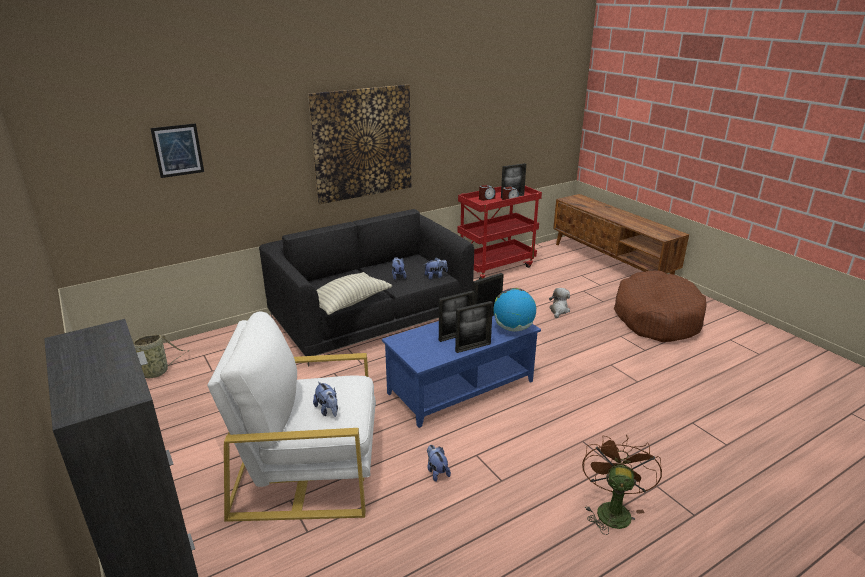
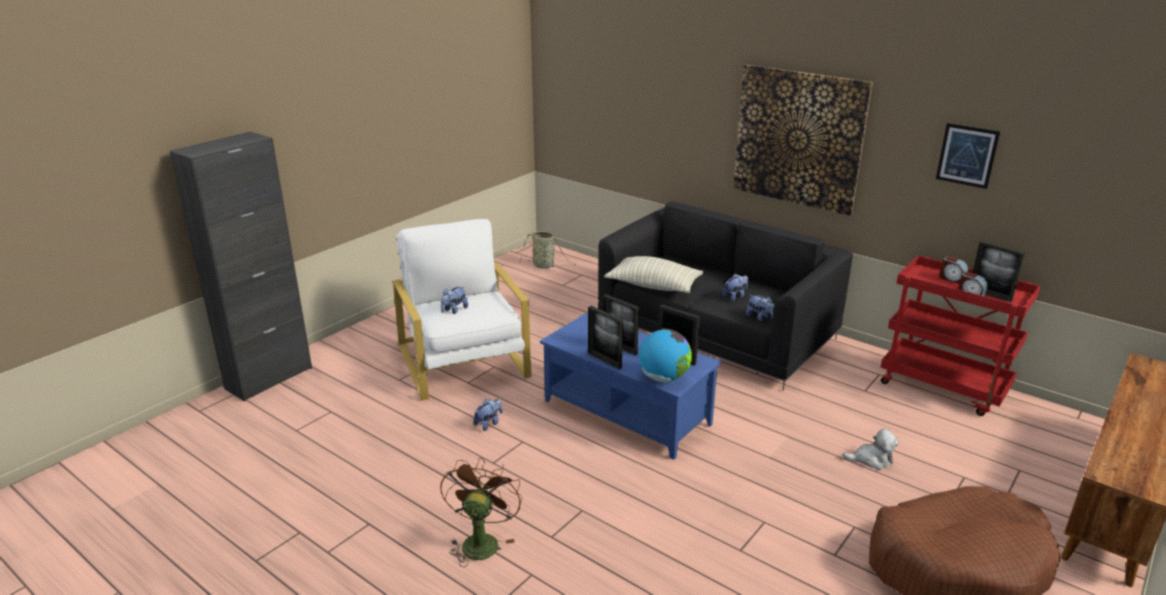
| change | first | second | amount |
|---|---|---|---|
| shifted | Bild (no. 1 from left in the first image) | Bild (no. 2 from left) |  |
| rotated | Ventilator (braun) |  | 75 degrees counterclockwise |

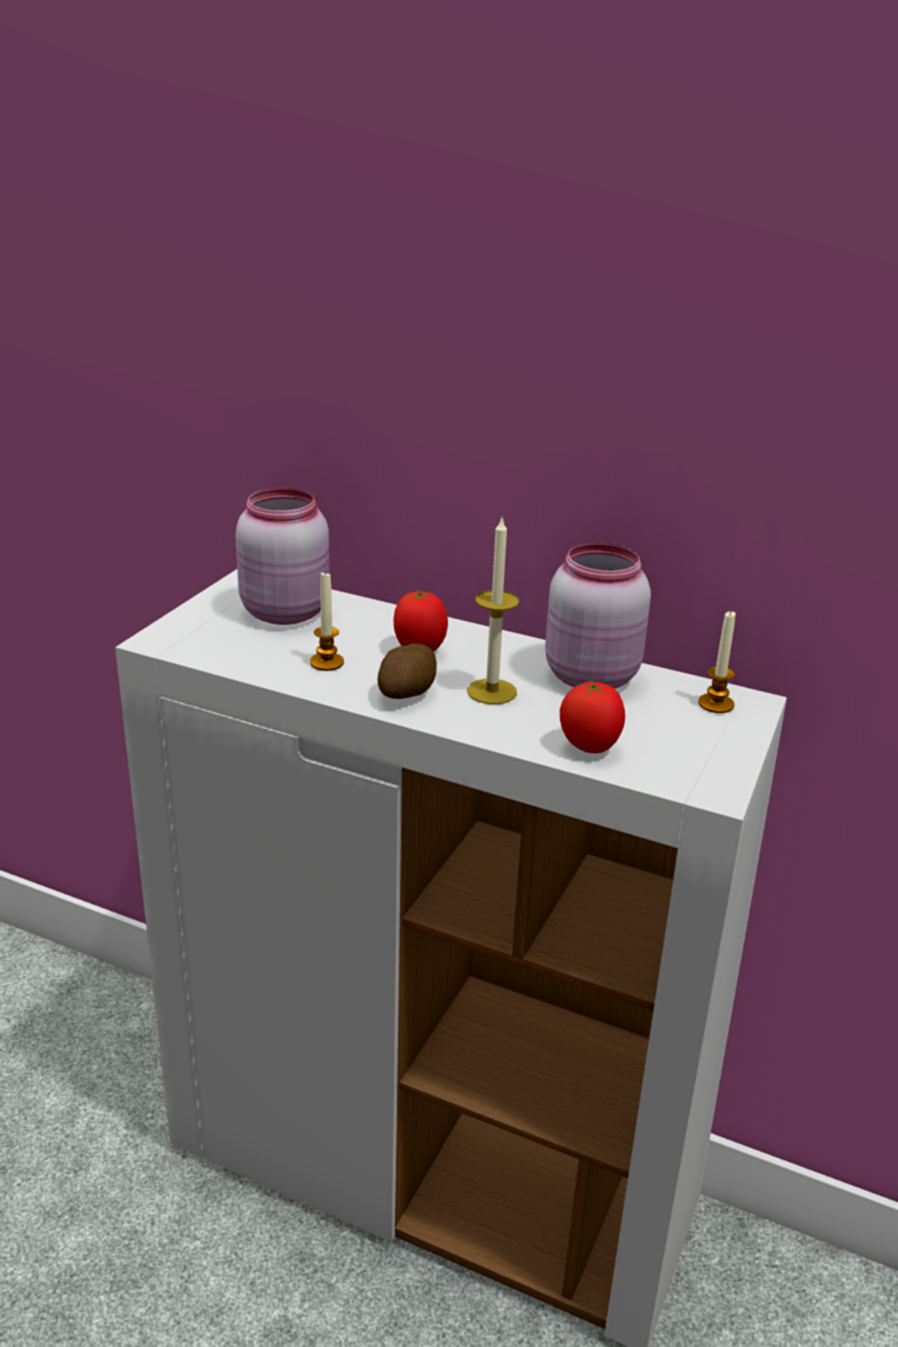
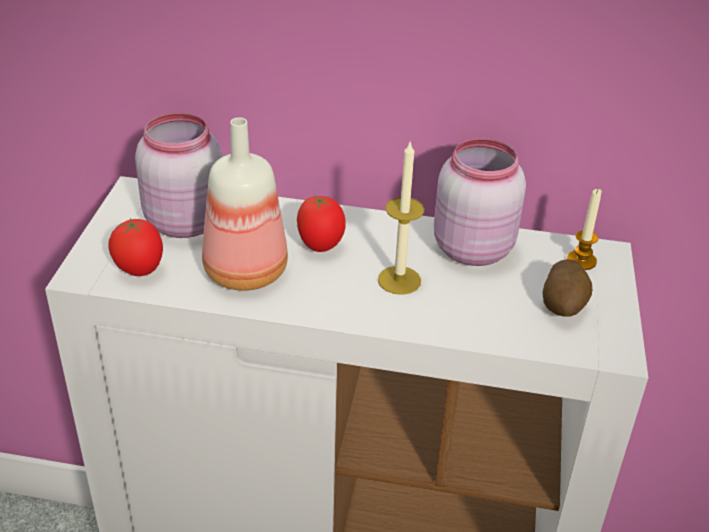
| change | first | second | amount |
|---|---|---|---|
| swapped | Kerze (no. 1 from left) | Flasche |  |
| shifted | Kartoffel |  |  |
| shifted | Tomate (no. 2 from left in the first image) | Tomate (no. 1 from left) |  |

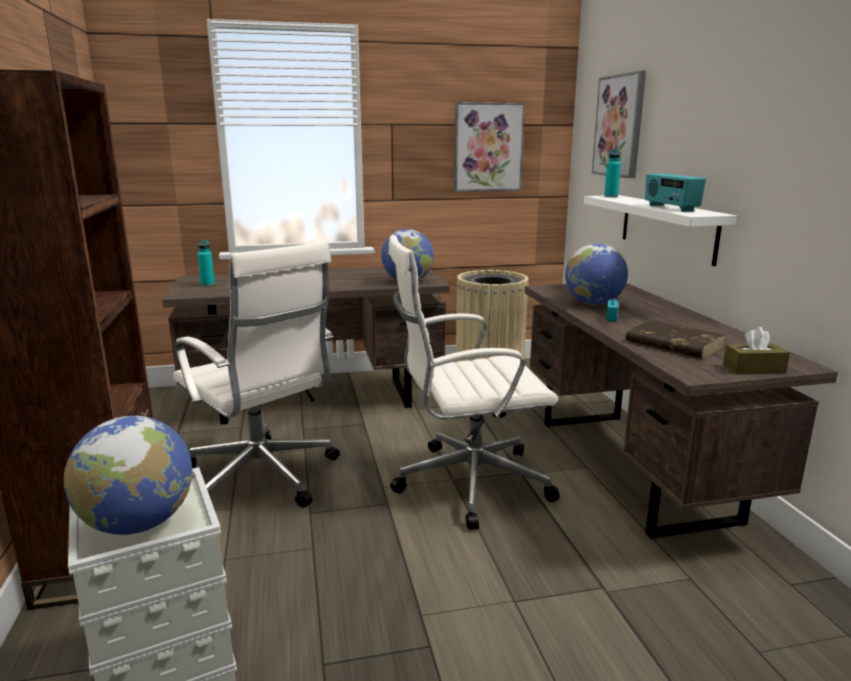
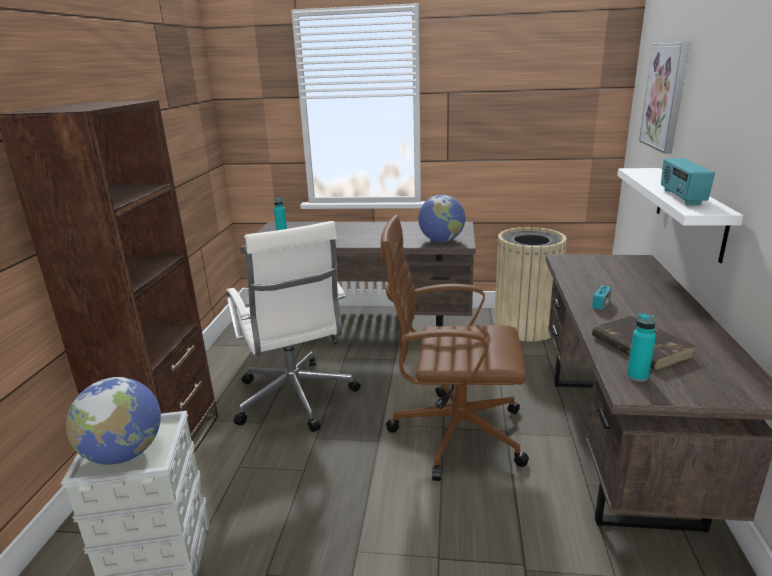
| change | first | second | amount |
|---|---|---|---|
| gone | Bild (no. 1 from left) |  |  |
| shifted | Flasche (türkis) (no. 2 from left) |  |  |
| repainted | Bürostuhl (weiß) (no. 2 from left) | Bürostuhl (braun) |  |
| gone | Globus (no. 3 from left) |  |  |
| gone | Taschentuchbox (braun) |  |  |

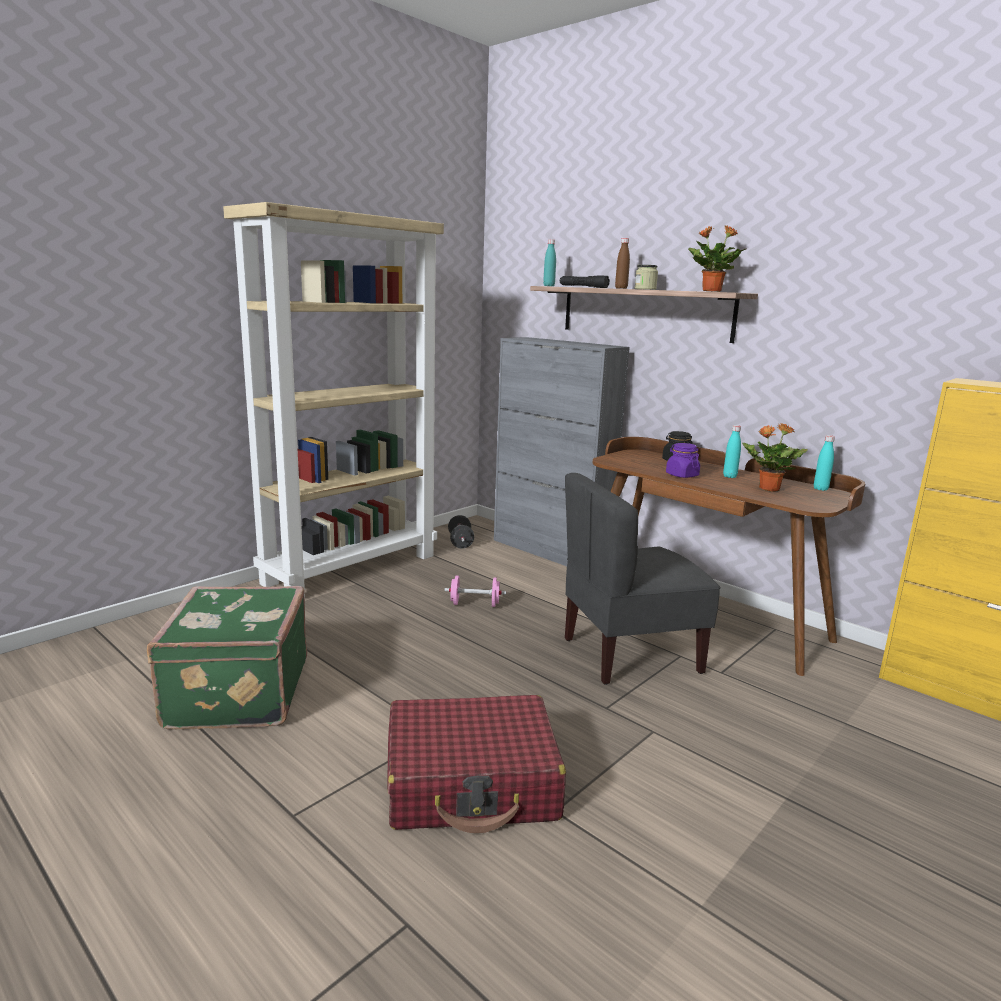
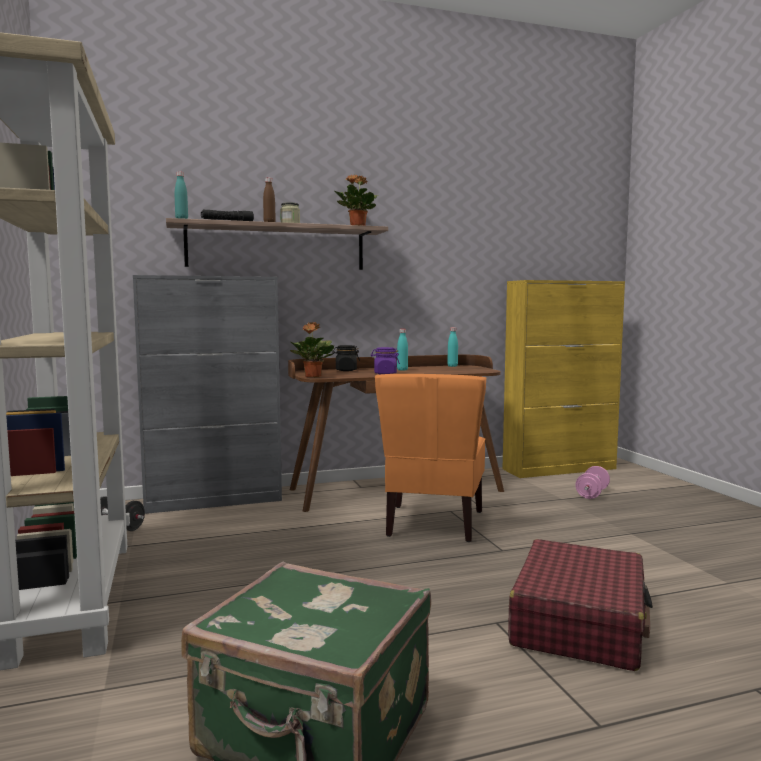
| change | first | second | amount |
|---|---|---|---|
| shifted | Topfpflanze (no. 2 from left in the first image) | Topfpflanze (no. 1 from left) |  |
| repainted | Stuhl (grau) | Stuhl (orange) |  |
| shifted | Hantel (rosa) |  |  |

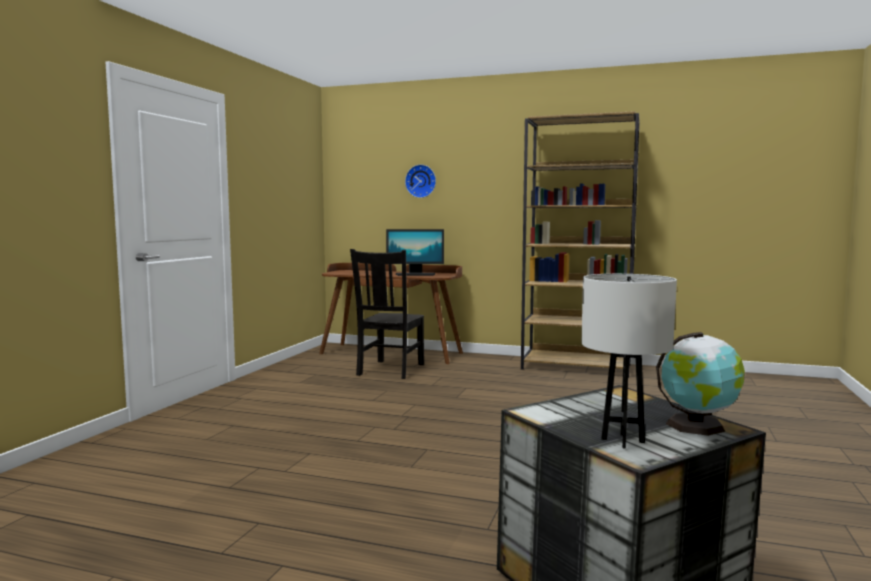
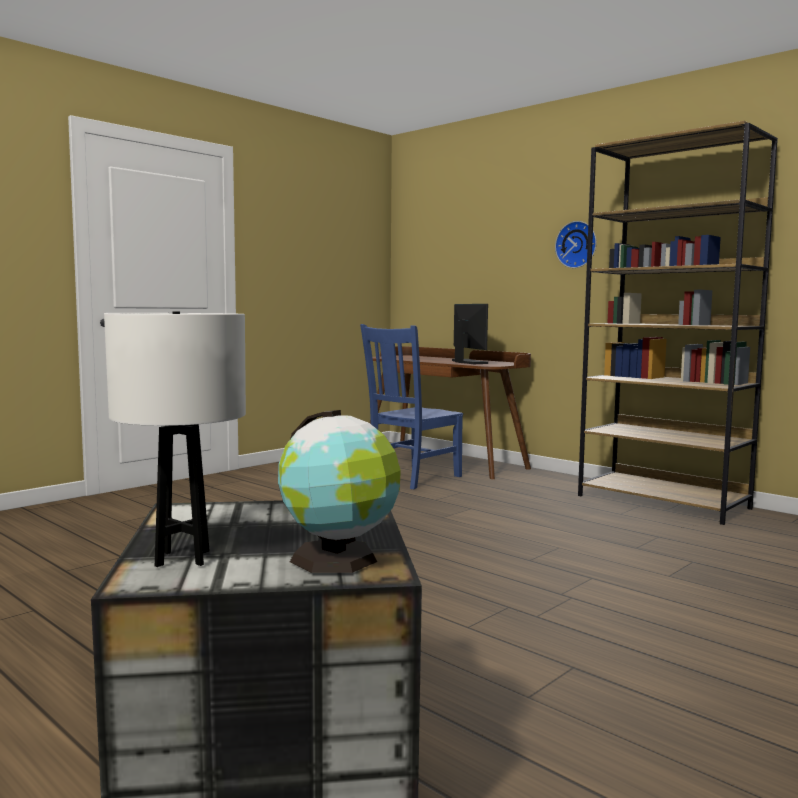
| change | first | second | amount |
|---|---|---|---|
| shifted | Wanduhr |  |  |
| rotated | Monitor |  | 135 degrees counterclockwise |
| repainted | Stuhl (schwarz) | Stuhl (blau) |  |

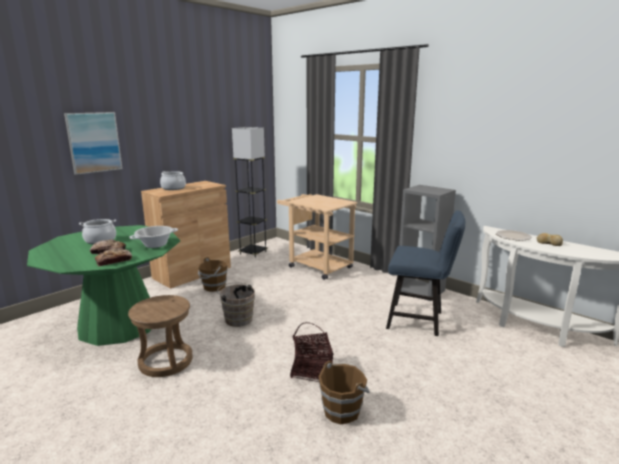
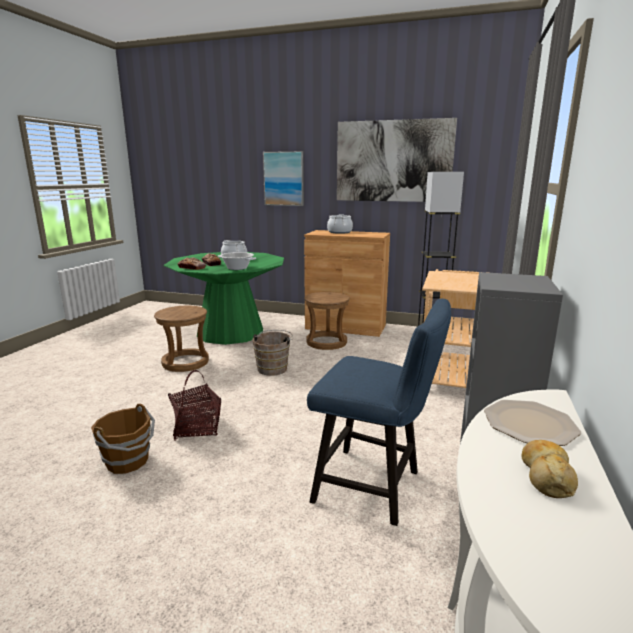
| change | first | second | amount |
|---|---|---|---|
| rotated | Stuhl (blau) |  | 60 degrees counterclockwise |
| swapped | Eimer (braun) (no. 1 from left) | Hocker (braun) (no. 2 from left) |  |
| new |  | Bild (no. 2 from left) |  |

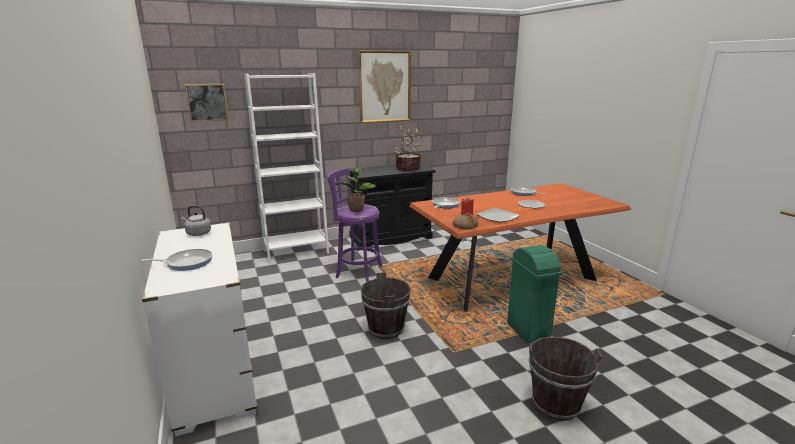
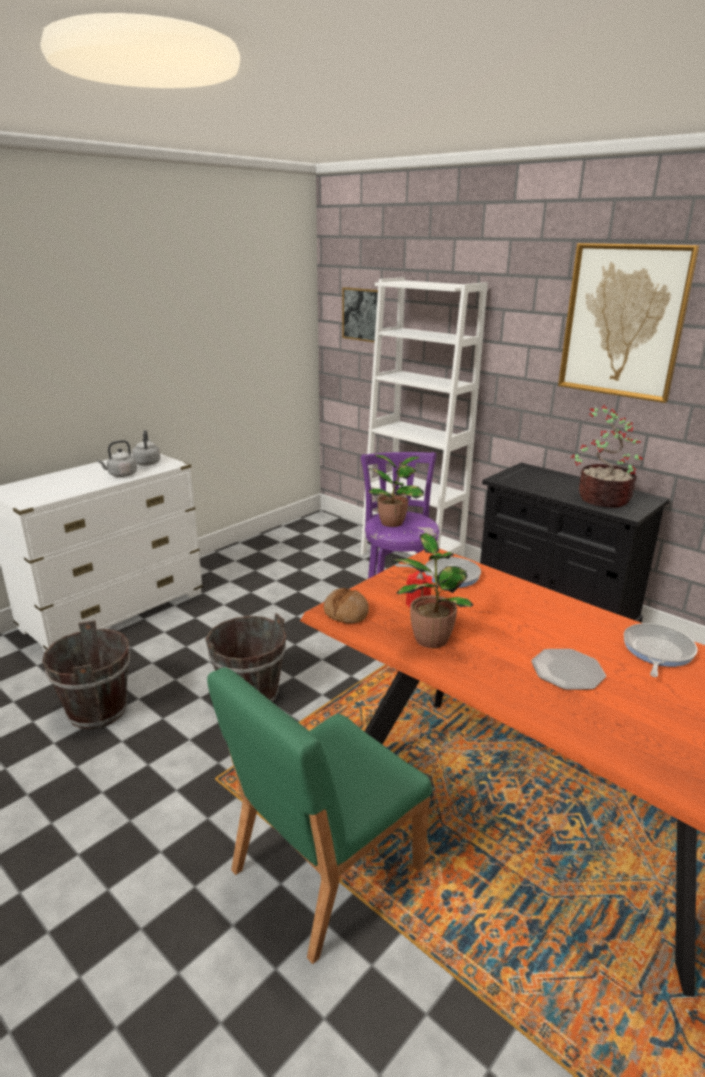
| change | first | second | amount |
|---|---|---|---|
| swapped | Teller (no. 1 from left) | Topfpflanze (no. 2 from left) |  |
| swapped | Mülleimer (grün) | Stuhl (grün) |  |
| gone | Pfanne (no. 1 from left) |  |  |
| shifted | Eimer (braun) (no. 2 from left in the first image) | Eimer (braun) (no. 1 from left) |  |
| new |  | Wasserkessel (grau) (no. 1 from left) |  |

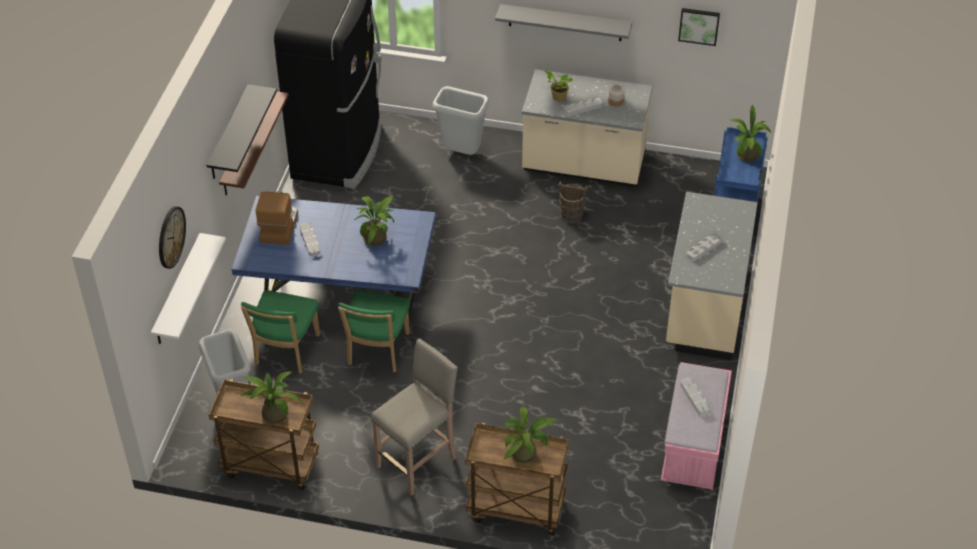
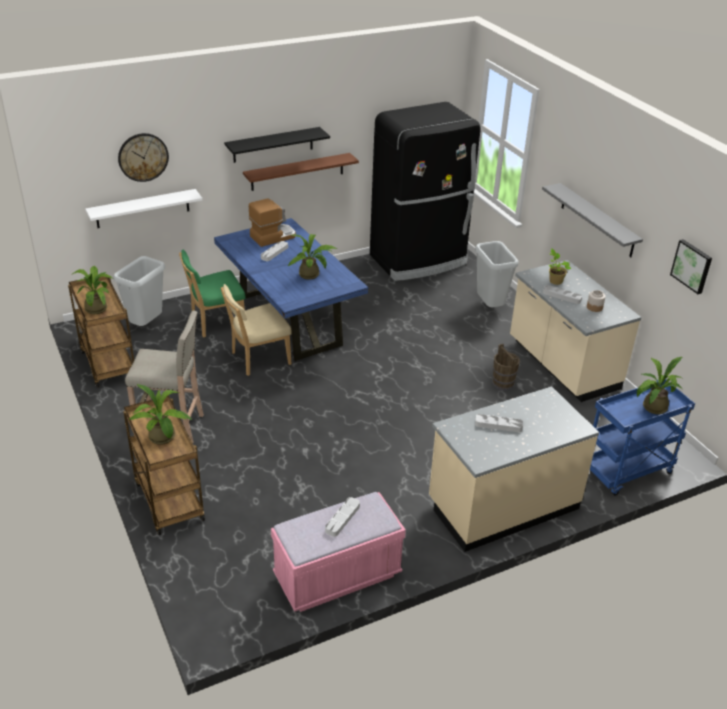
| change | first | second | amount |
|---|---|---|---|
| repainted | Stuhl (grün) (no. 2 from left) | Stuhl (beige) |  |

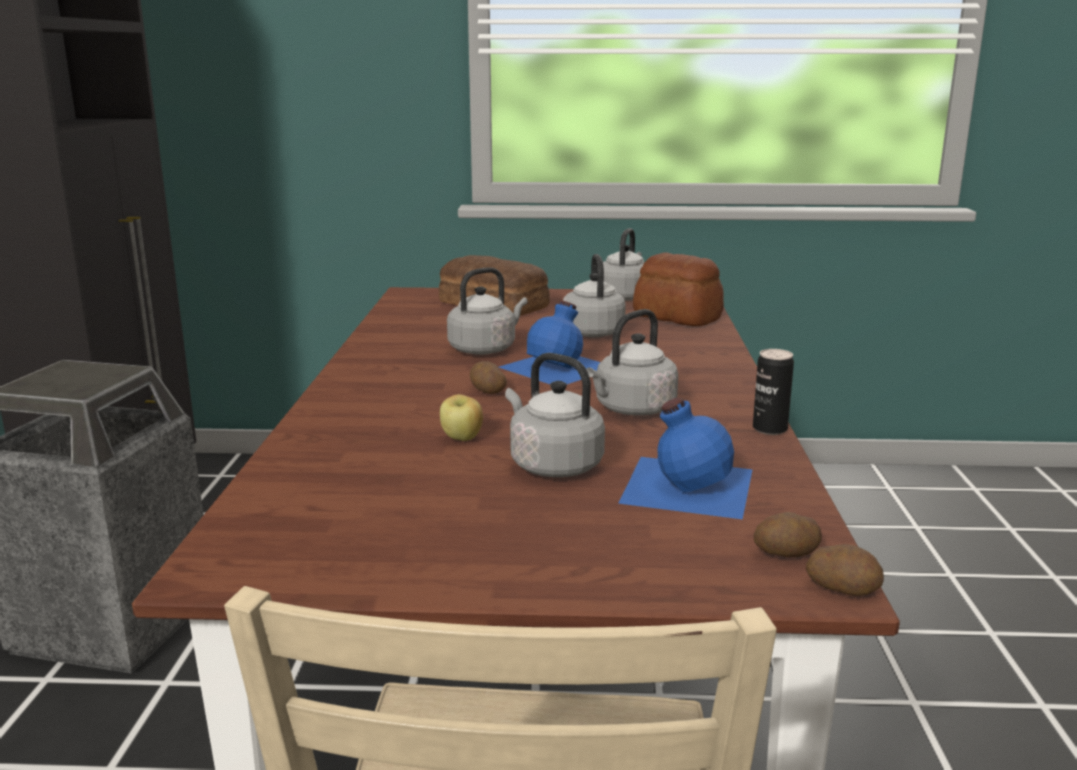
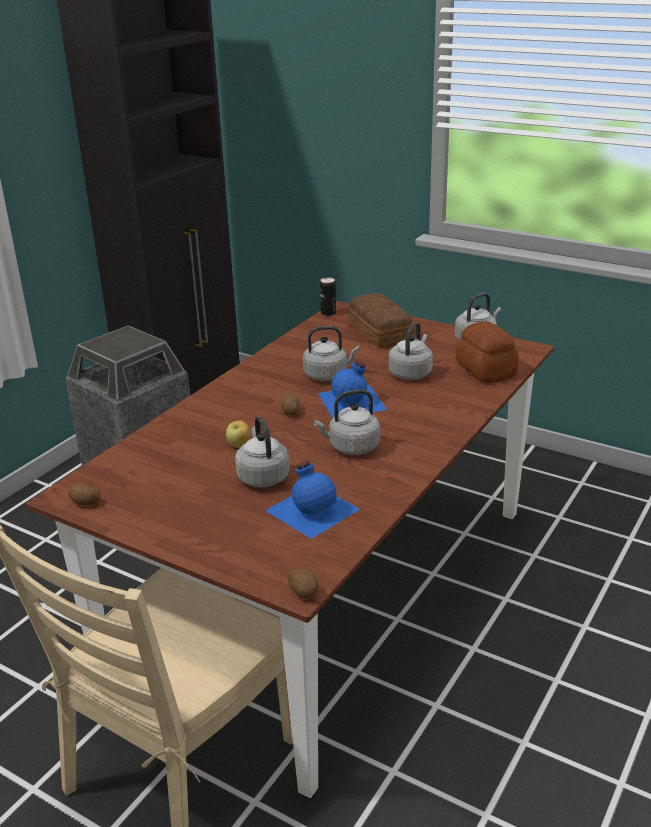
| change | first | second | amount |
|---|---|---|---|
| shifted | Dose |  |  |
| shifted | Kartoffel (no. 2 from left in the first image) | Kartoffel (no. 1 from left) |  |

